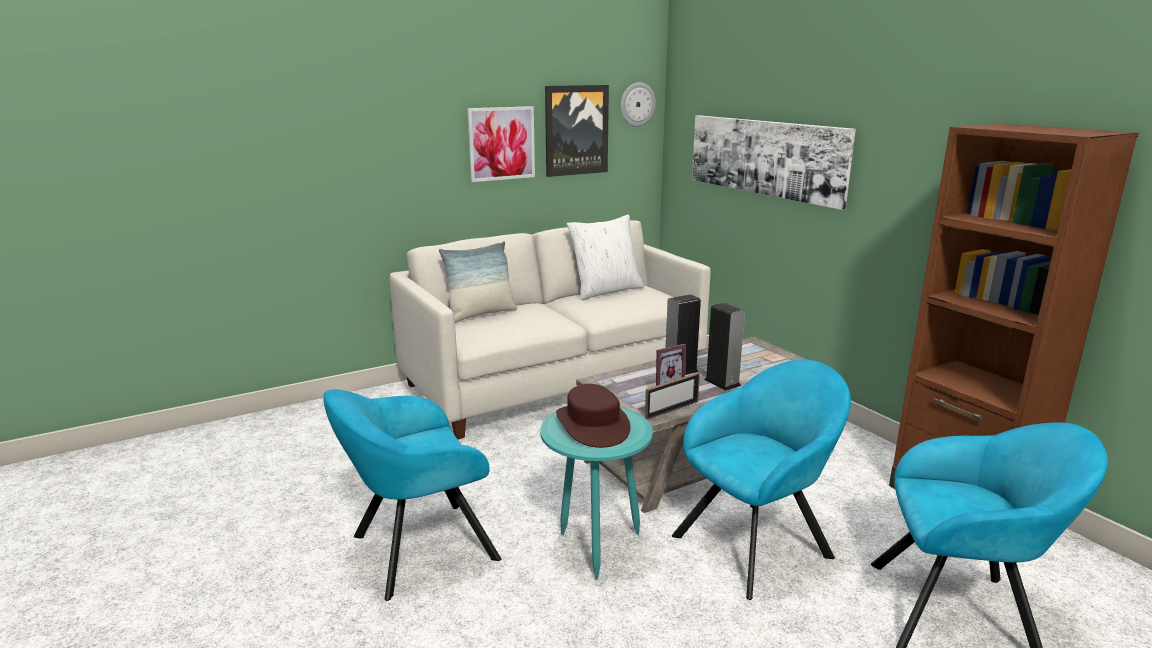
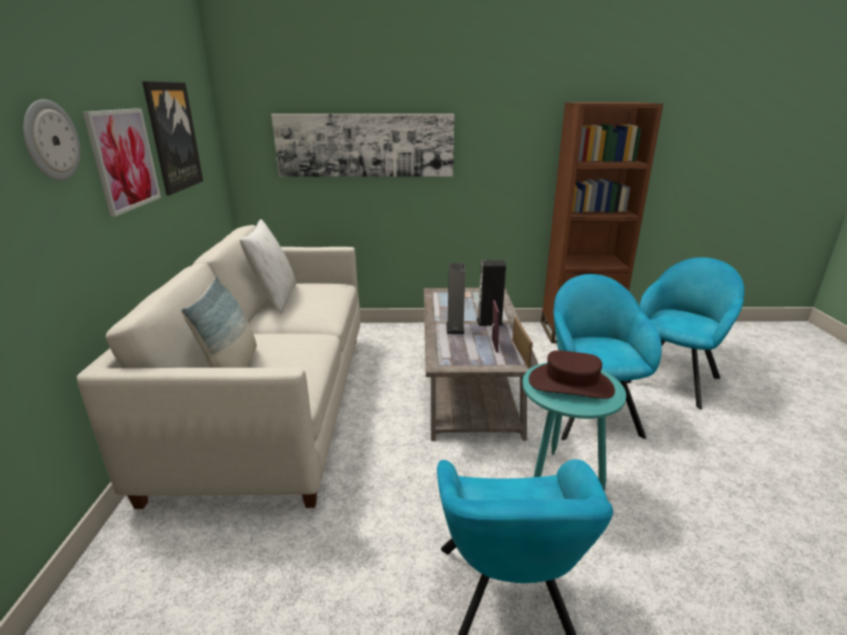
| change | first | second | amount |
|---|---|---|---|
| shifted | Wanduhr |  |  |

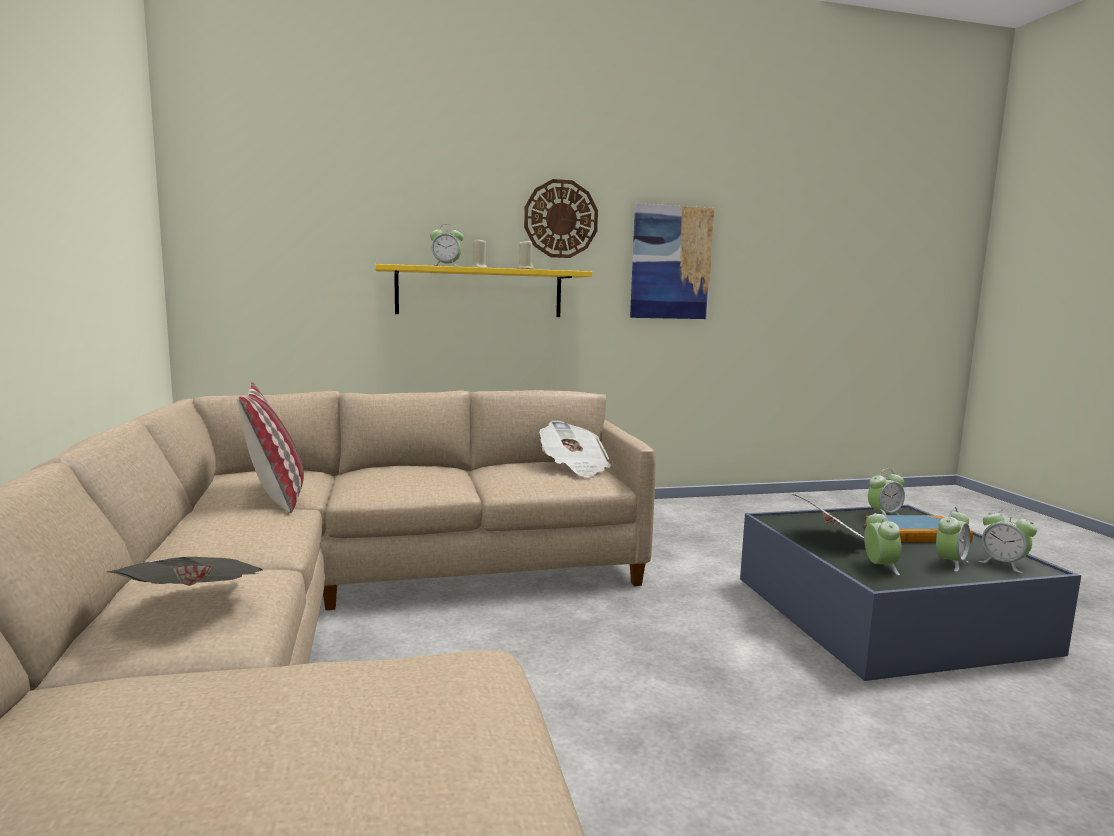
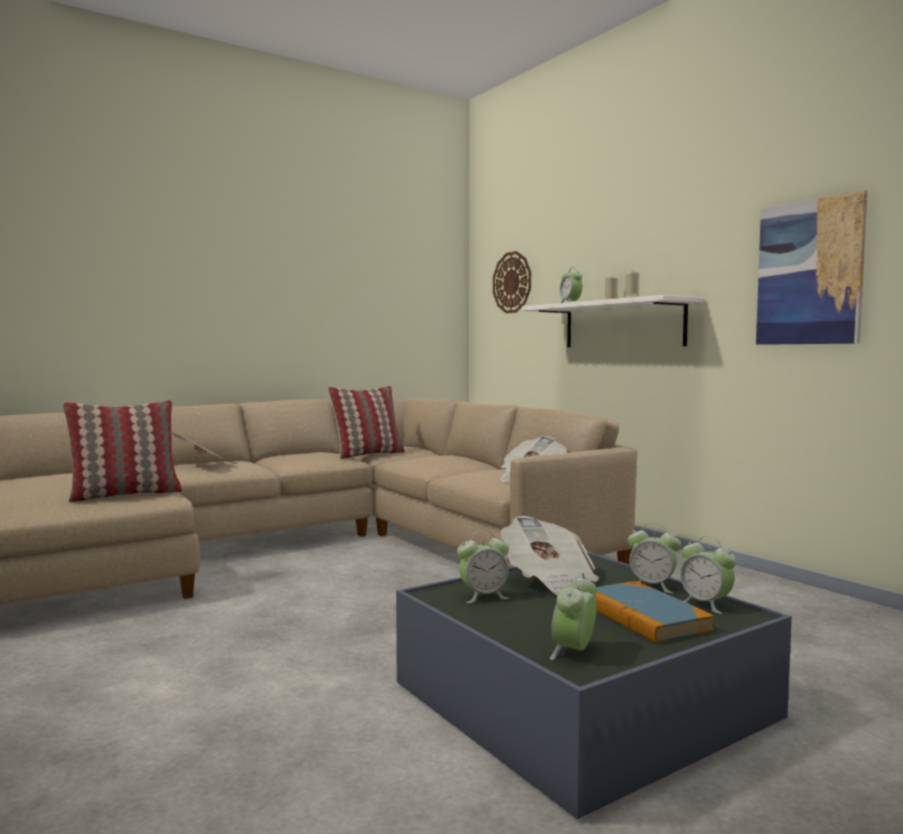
| change | first | second | amount |
|---|---|---|---|
| shifted | Wanduhr |  |  |
| repainted | Wandregal (gelb) | Wandregal (weiß) |  |
| shifted | Wecker (no. 4 from left) |  |  |
| new |  | Kissen (no. 1 from left) |  |

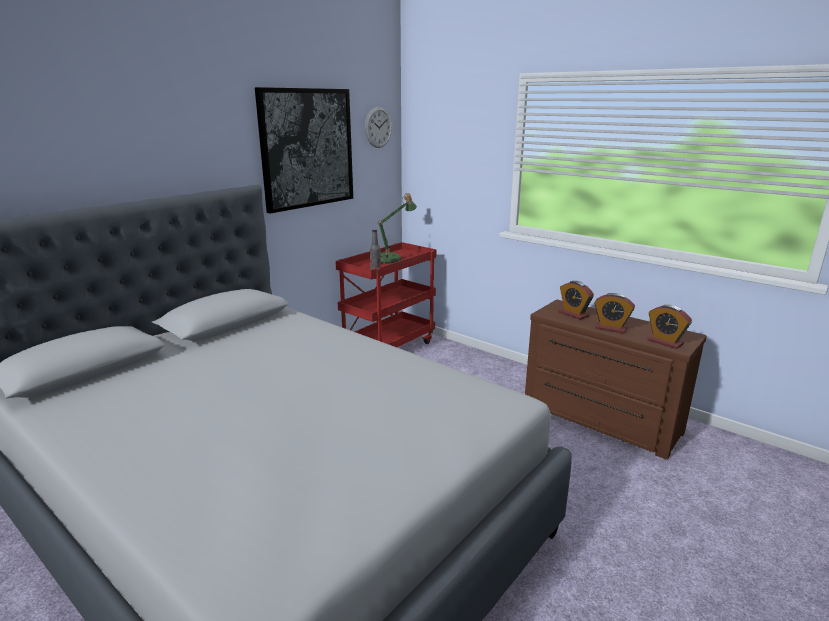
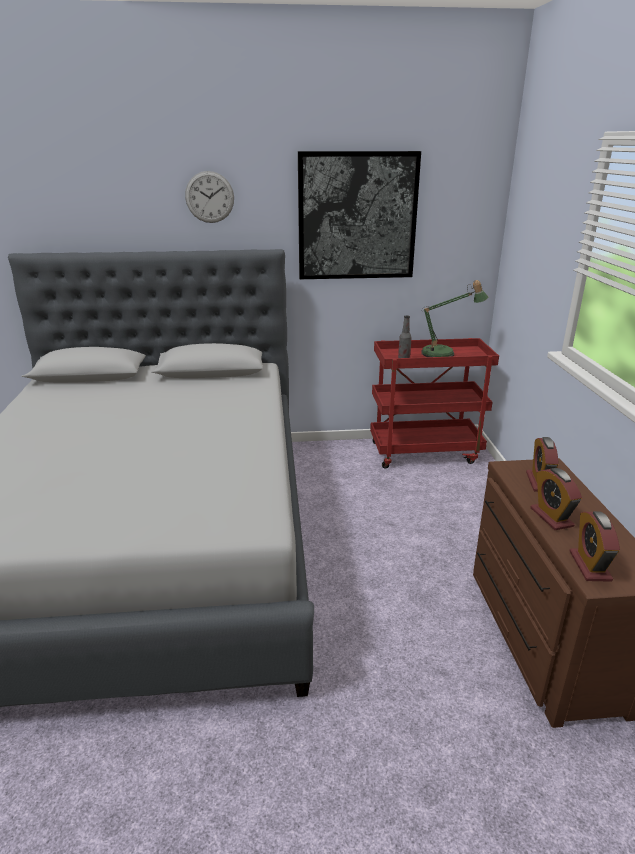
| change | first | second | amount |
|---|---|---|---|
| shifted | Wanduhr |  |  |

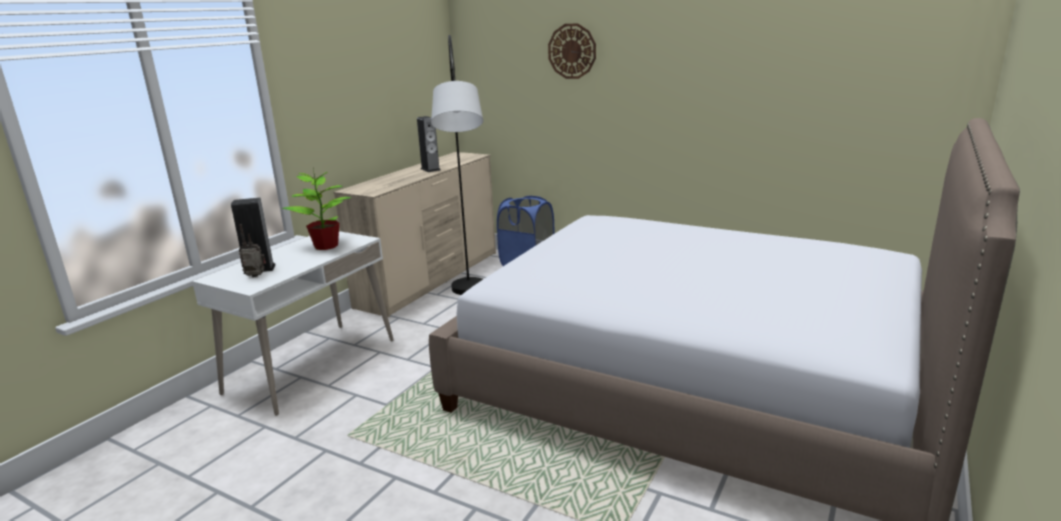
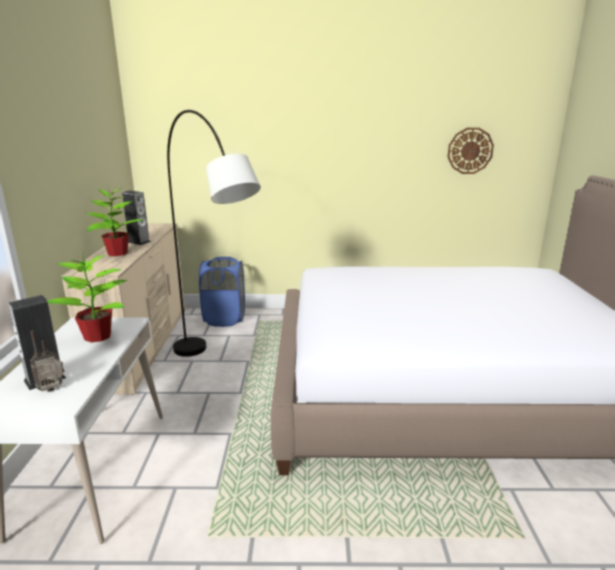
| change | first | second | amount |
|---|---|---|---|
| shifted | Wanduhr |  |  |
| new |  | Topfpflanze (no. 2 from left) |  |

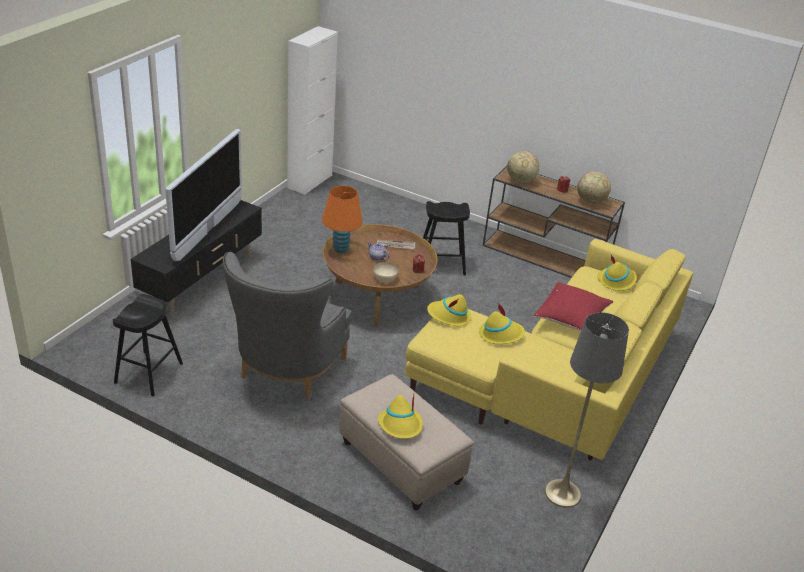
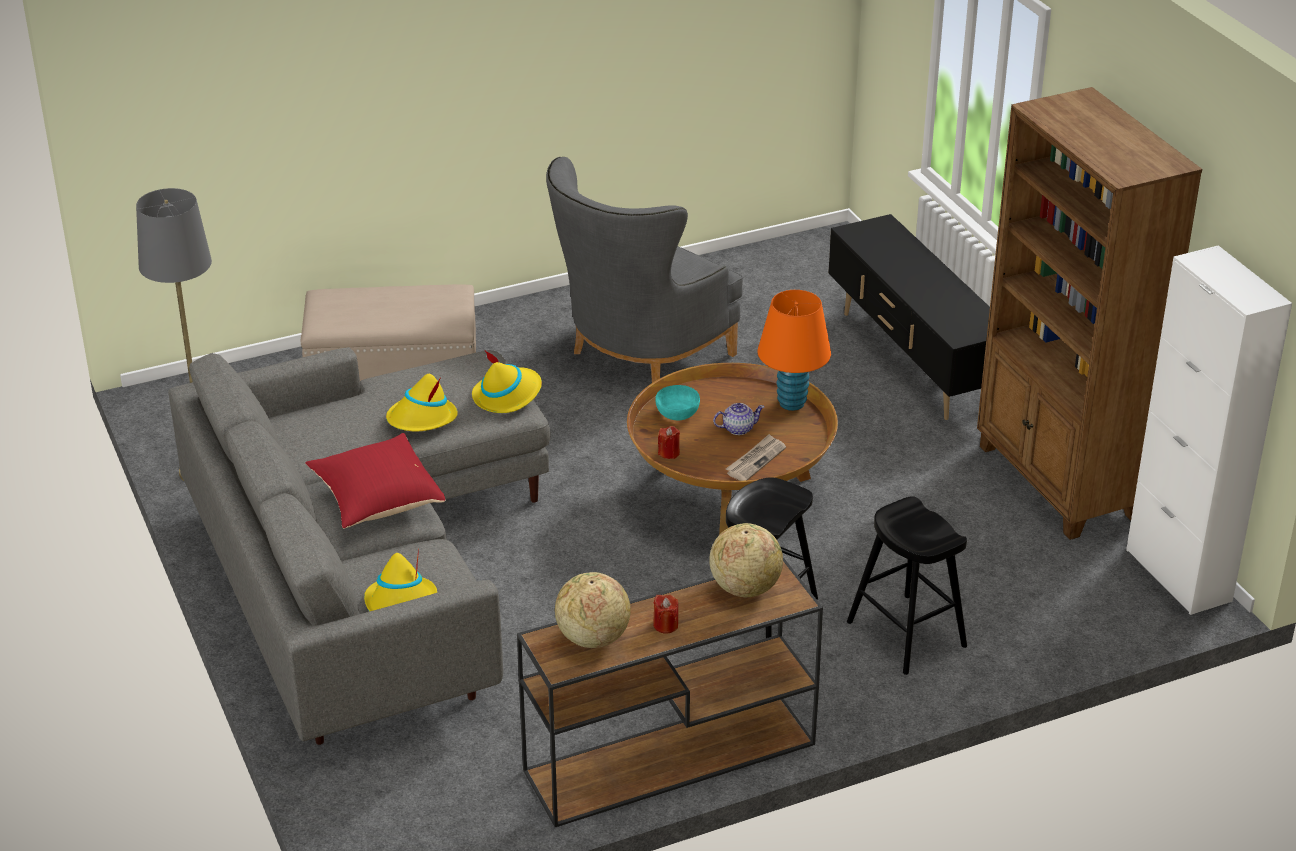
| change | first | second | amount |
|---|---|---|---|
| gone | Fernseher |  |  |
| repainted | Sofa (gelb) | Sofa (grau) |  |
| rotated | Sessel (grau) |  | 105 degrees counterclockwise |
| repainted | Schüssel (beige) | Schüssel (türkis) |  |
| shifted | Hocker (schwarz) (no. 1 from left in the first image) | Hocker (schwarz) (no. 2 from left) |  |
| gone | Hut (gelb) (no. 1 from left) |  |  |
| new |  | Bücherregal (braun) |  |

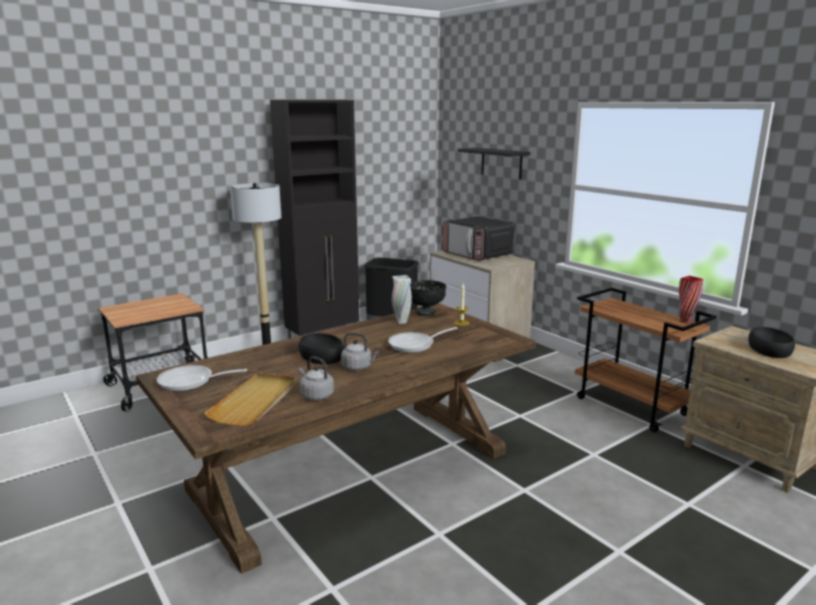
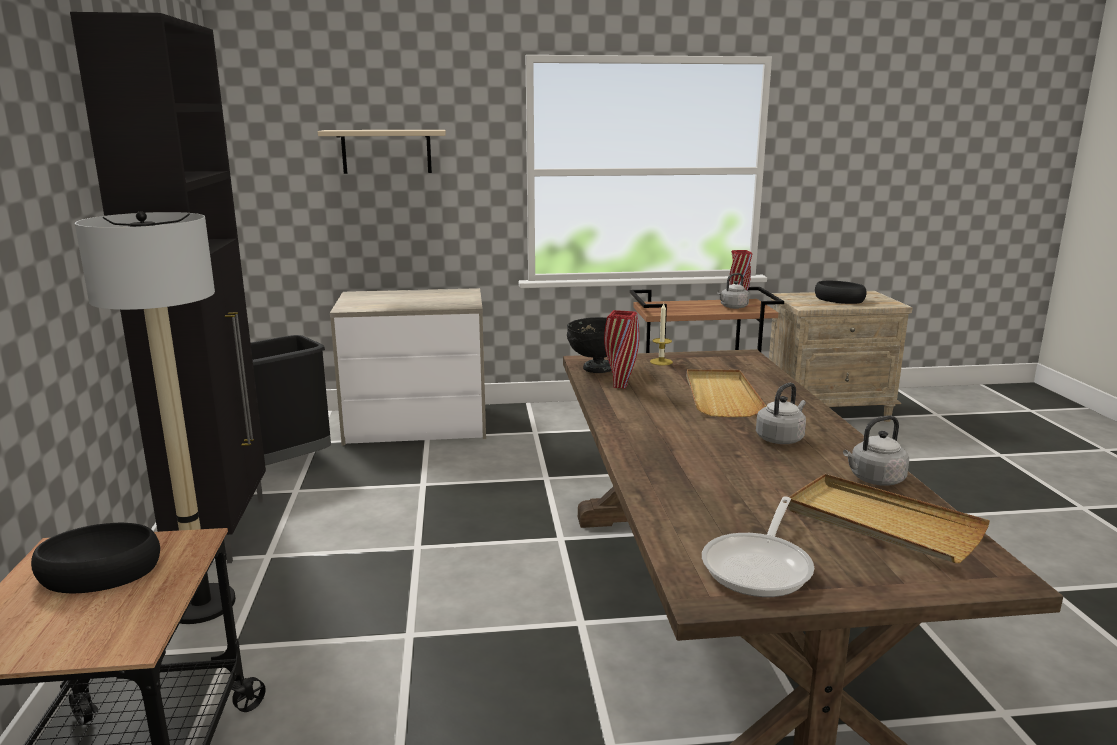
| change | first | second | amount |
|---|---|---|---|
| repainted | Wandregal (schwarz) | Wandregal (beige) |  |
| gone | Mikrowelle |  |  |
| repainted | Vase (weiß) | Vase (rot) (no. 1 from left) |  |
| swapped | Pfanne (no. 2 from left) | Tablett (beige) (no. 1 from left) |  |
| shifted | Schüssel (schwarz) (no. 1 from left) |  |  |
| new |  | Wasserkessel (grau) (no. 1 from left) |  |

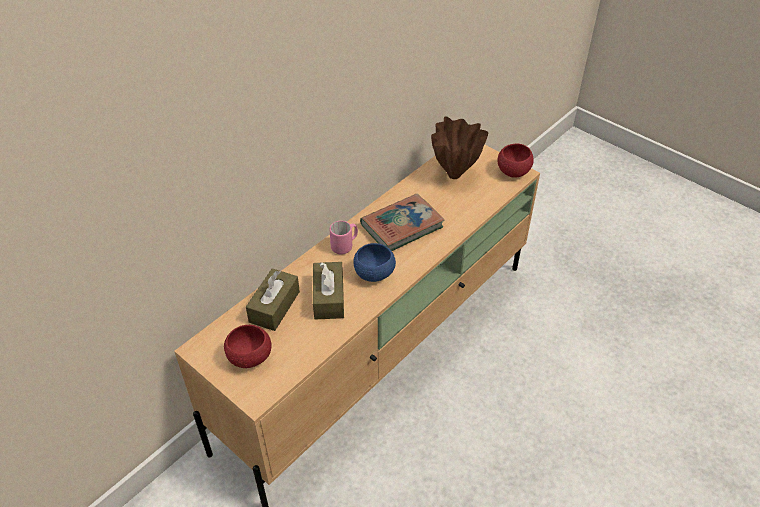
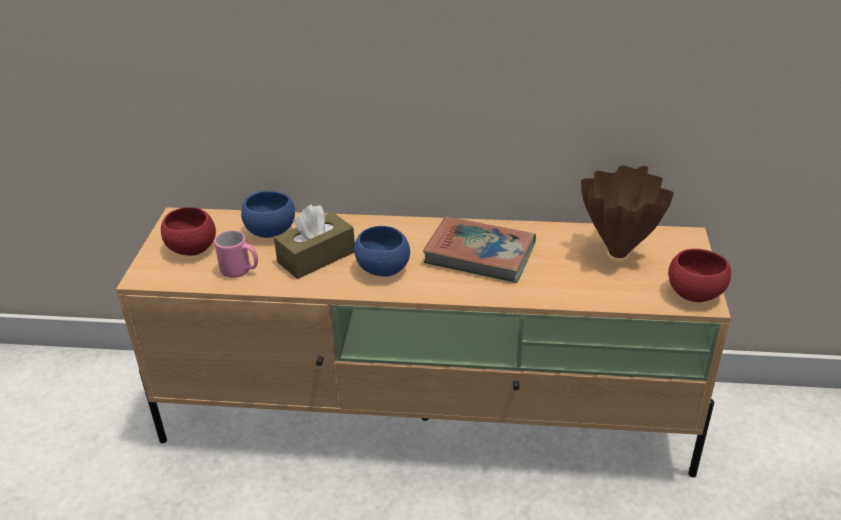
| change | first | second | amount |
|---|---|---|---|
| shifted | Henkelbecher (rosa) |  |  |
| swapped | Taschentuchbox (braun) (no. 1 from left) | Schüssel (blau) (no. 1 from left) |  |

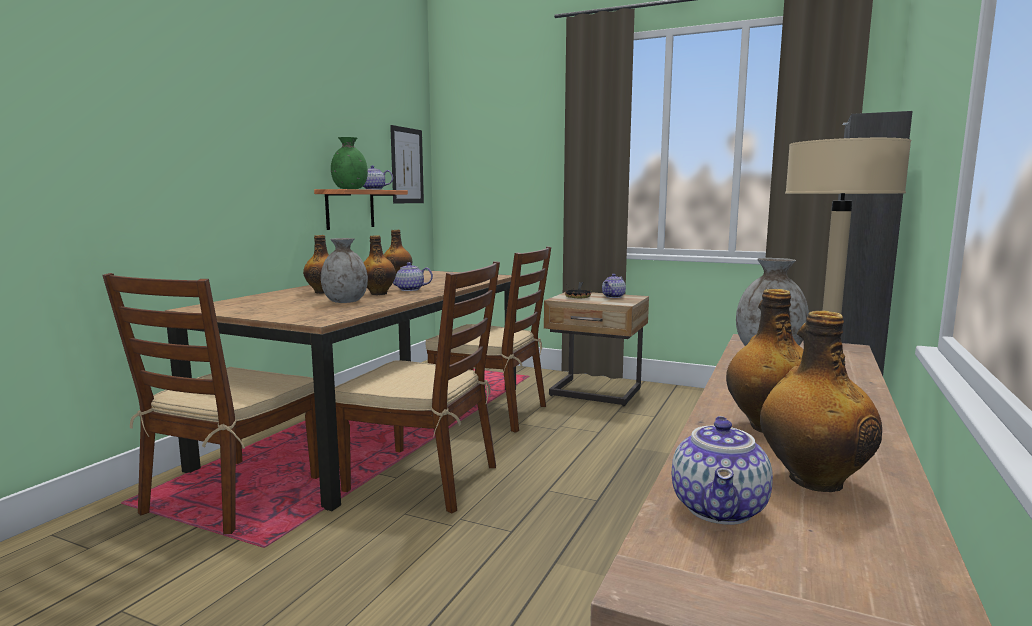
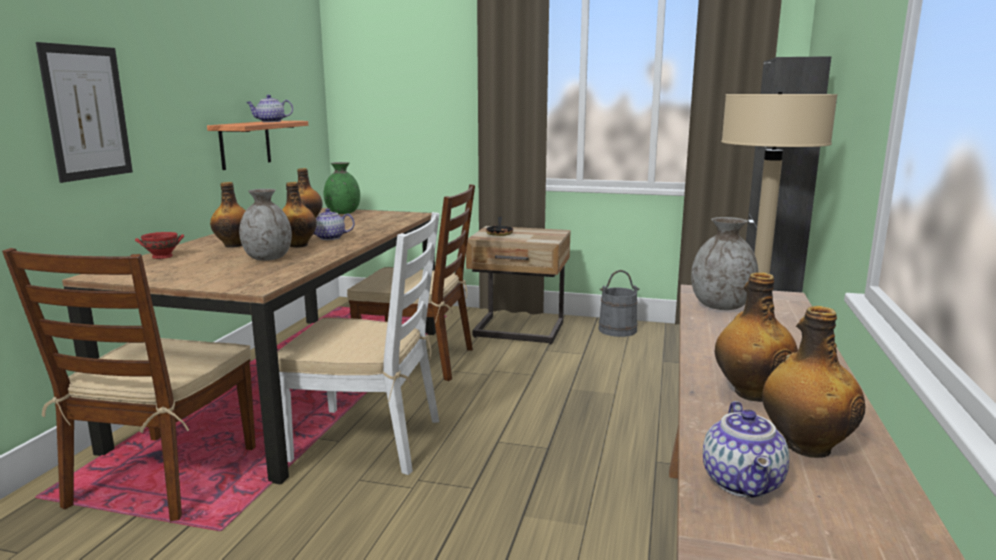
| change | first | second | amount |
|---|---|---|---|
| shifted | Bild |  |  |
| shifted | Vase (grün) |  |  |
| repainted | Stuhl (braun) (no. 2 from left) | Stuhl (weiß) |  |
| gone | Teekanne (no. 3 from left) |  |  |
| new |  | Schüssel (rot) |  |
| new |  | Eimer (grau) |  |

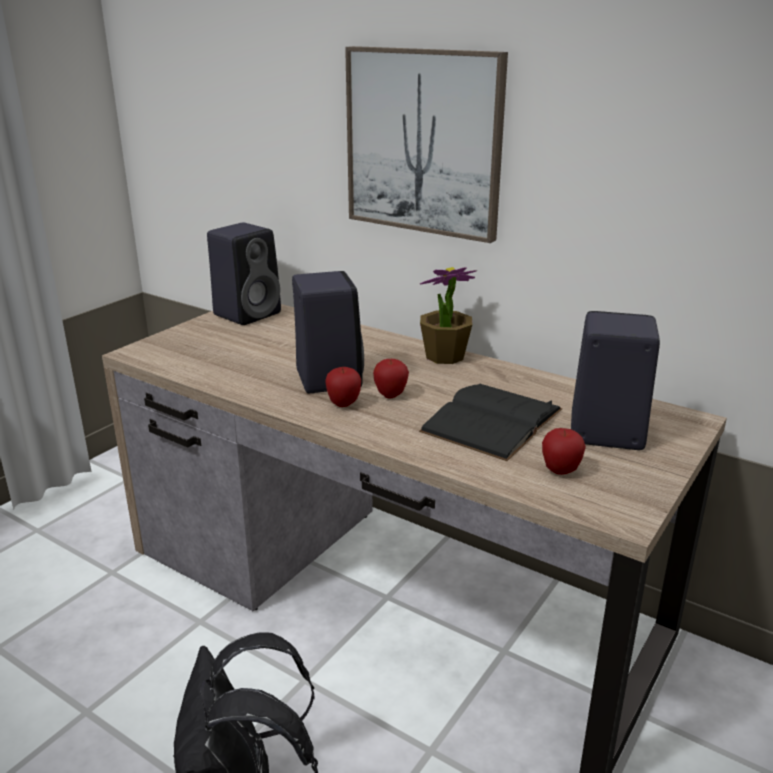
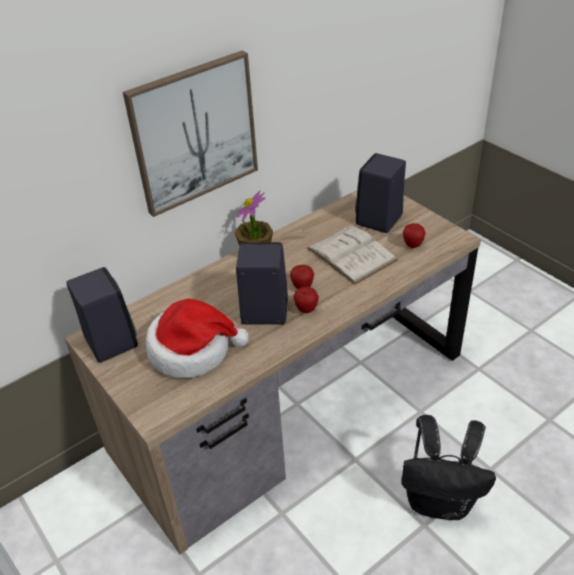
| change | first | second | amount |
|---|---|---|---|
| repainted | Buch (schwarz) | Buch (weiß) |  |
| new |  | Hut |  |

